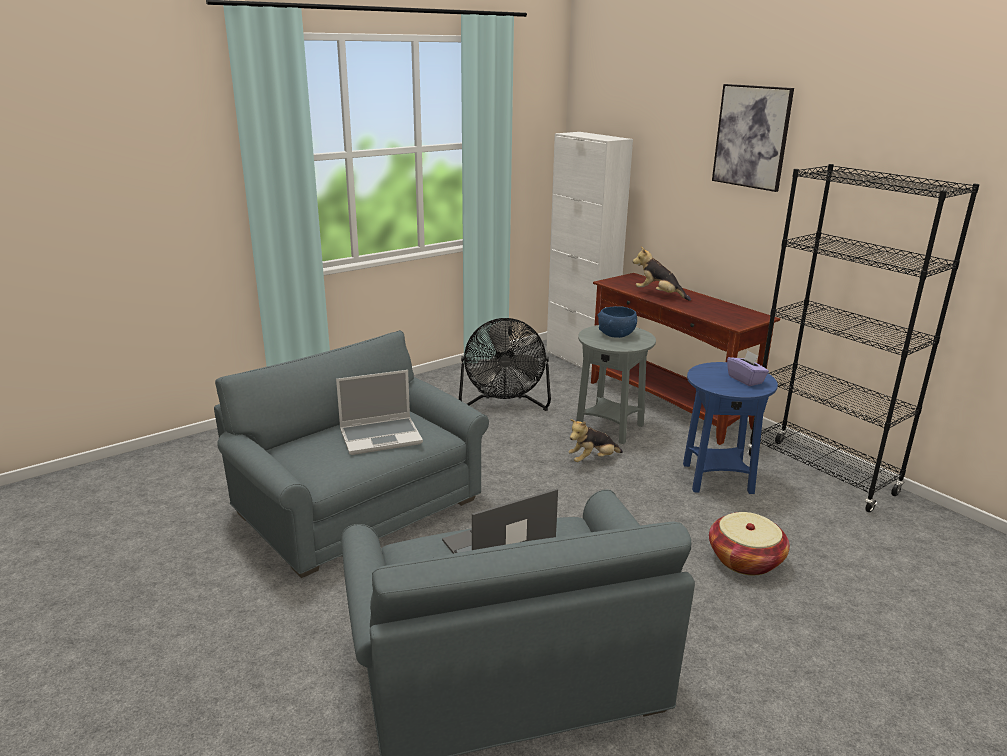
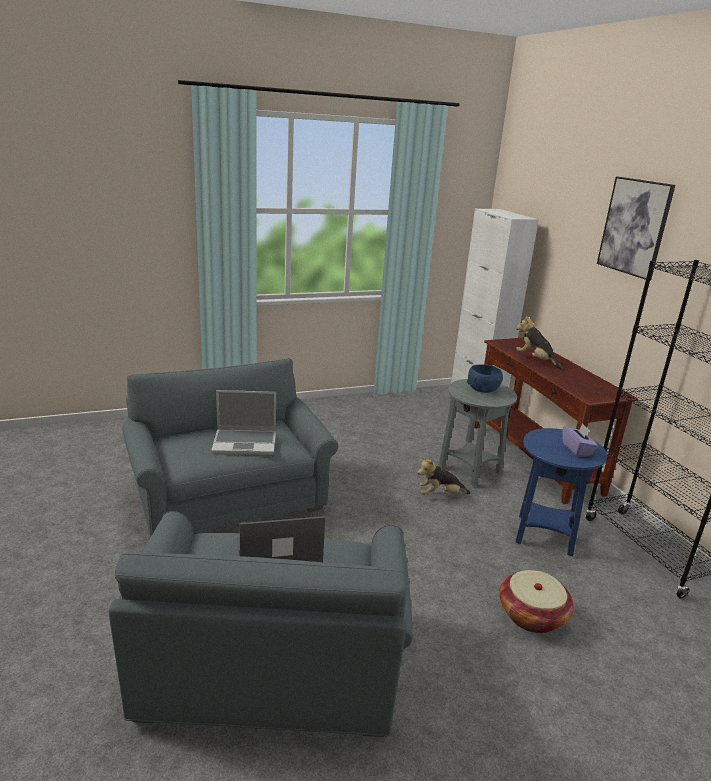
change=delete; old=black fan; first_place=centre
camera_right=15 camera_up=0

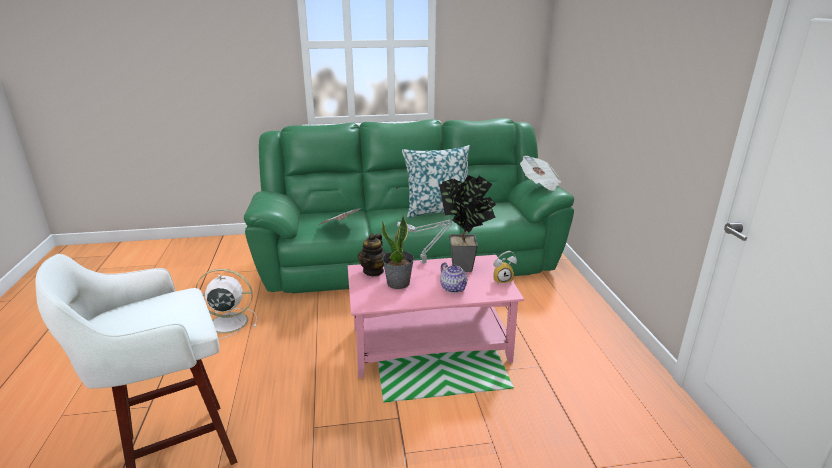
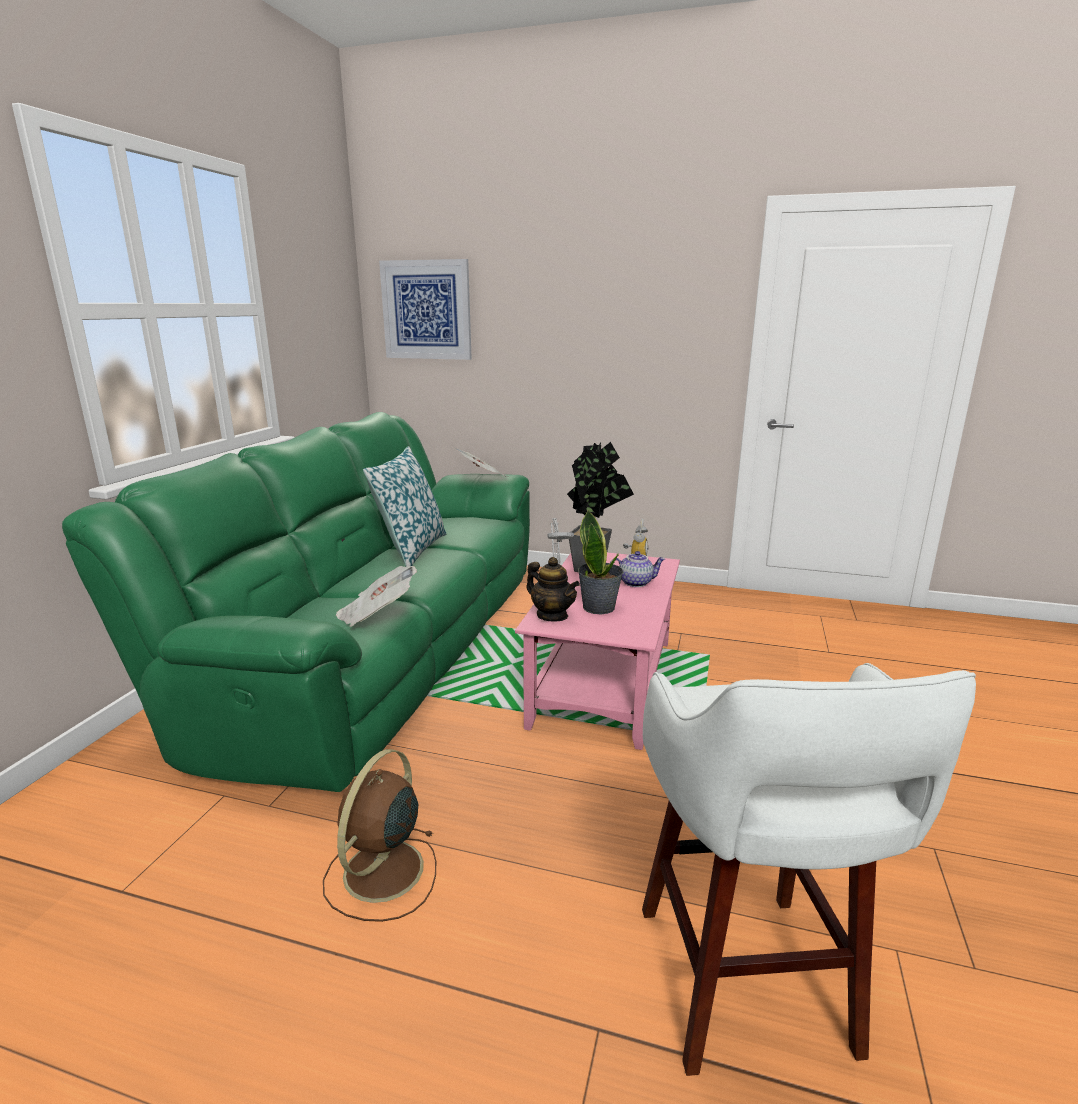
change=recolor; old=white-coloured fan; new=brown-coloured fan; first_place=middle left; second_place=bottom centre
change=insert; new=wall art; second_place=top centre
camera_right=-65 camera_up=-5

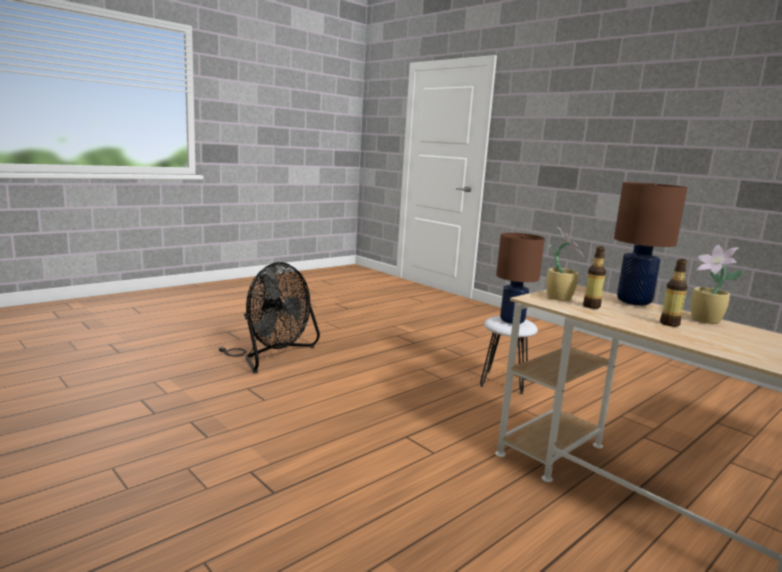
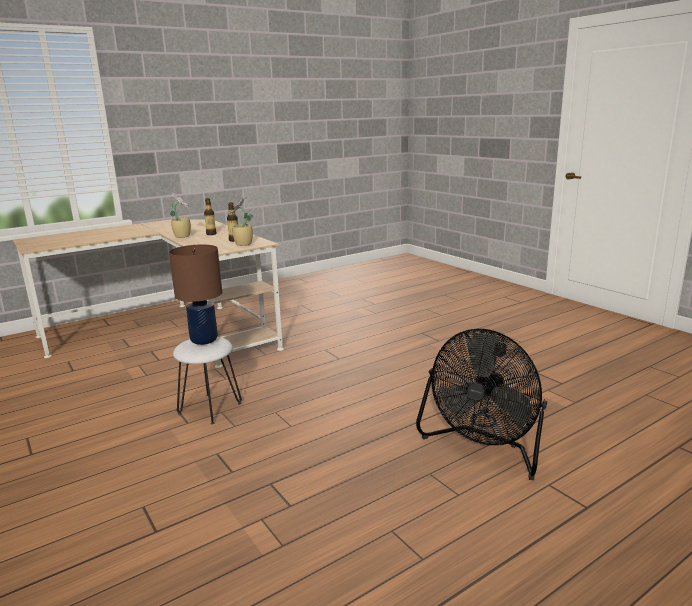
change=rotate; old=black fan; first_place=centre; second_place=bottom right; degrees=-90
change=delete; old=brown-coloured tabletop lamp (2nd from left); first_place=middle right
camera_right=-170 camera_up=5

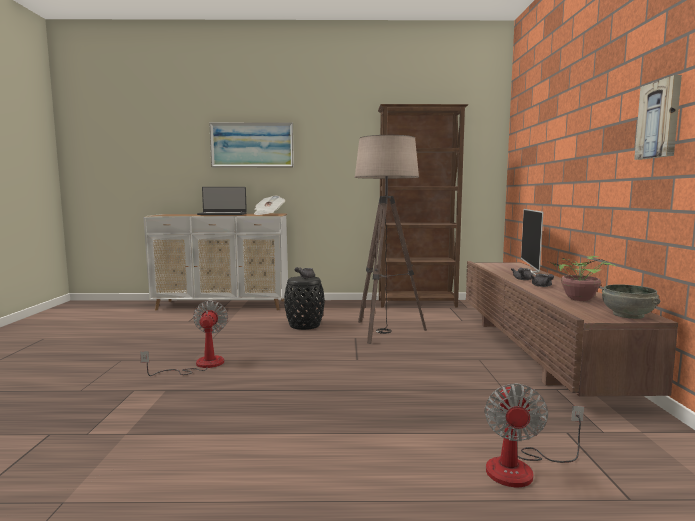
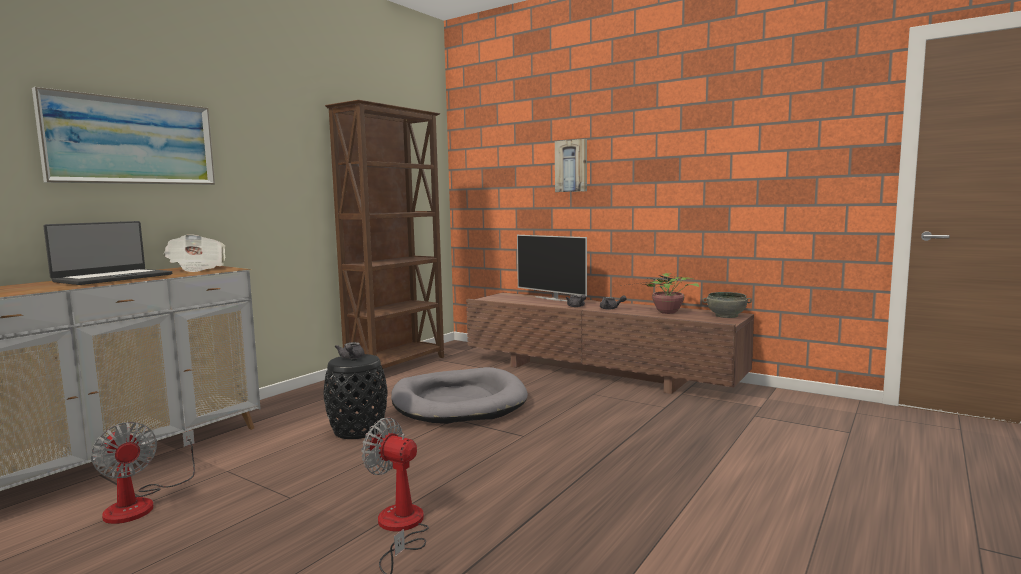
change=replace; old=floor lamp; new=grey dog bed; first_place=centre; second_place=bottom centre
change=move; old=fan (2nd from left in the first image); new=fan (1st from left); first_place=bottom right; second_place=bottom left
change=move; old=wall art (2nd from left); first_place=top right; second_place=top centre
camera_right=-55 camera_up=0

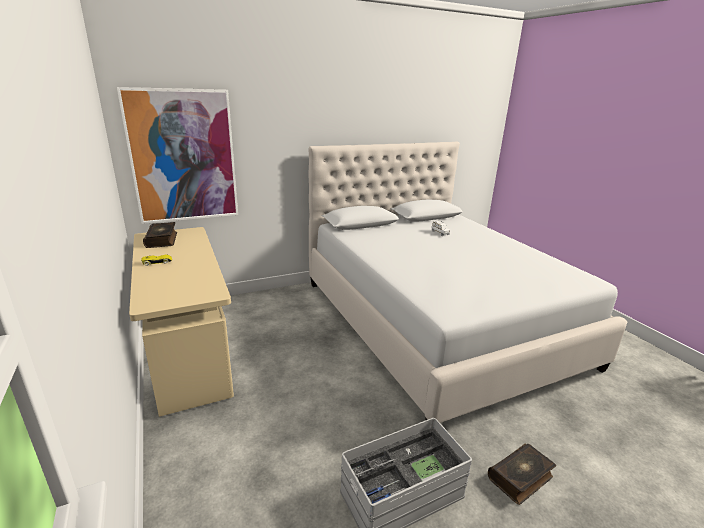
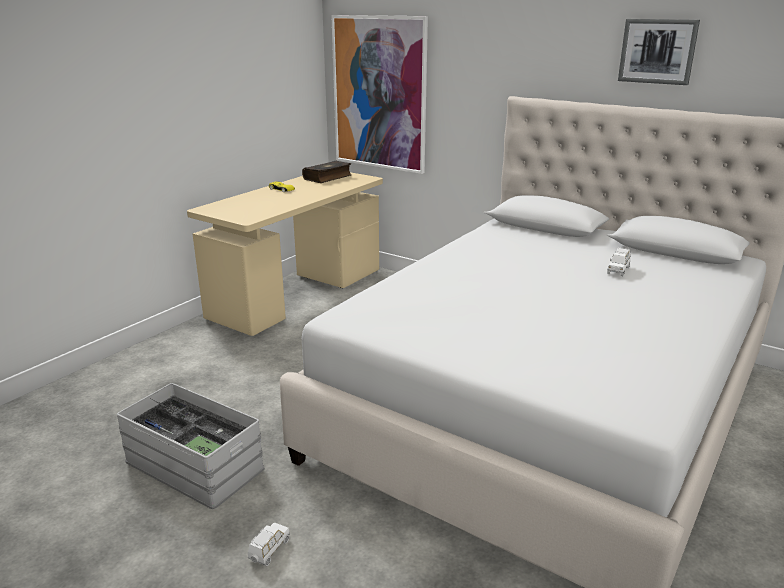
change=replace; old=bound book (2nd from left); new=white-coloured toy car (1st from left); first_place=bottom right; second_place=bottom centre
change=insert; new=wall art (2nd from left); second_place=top right
camera_right=60 camera_up=0

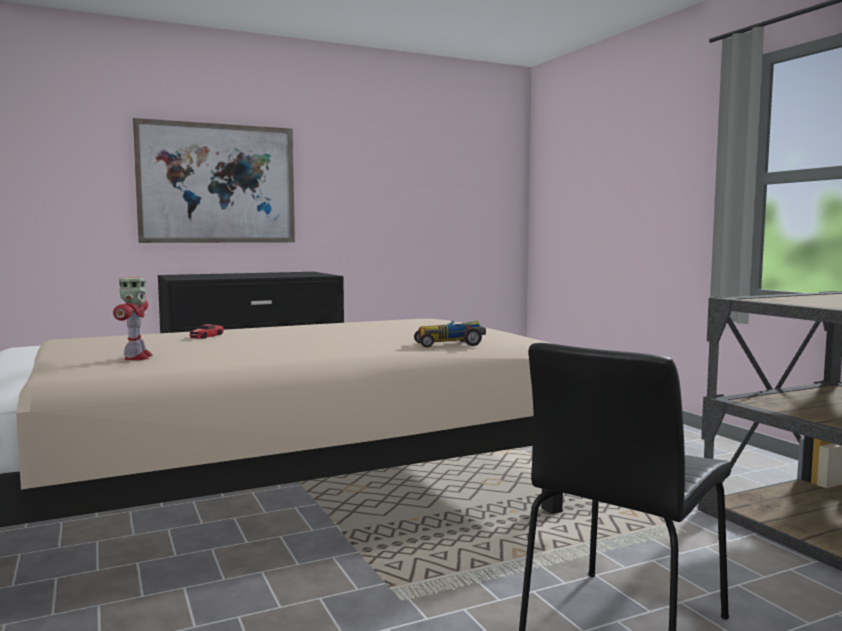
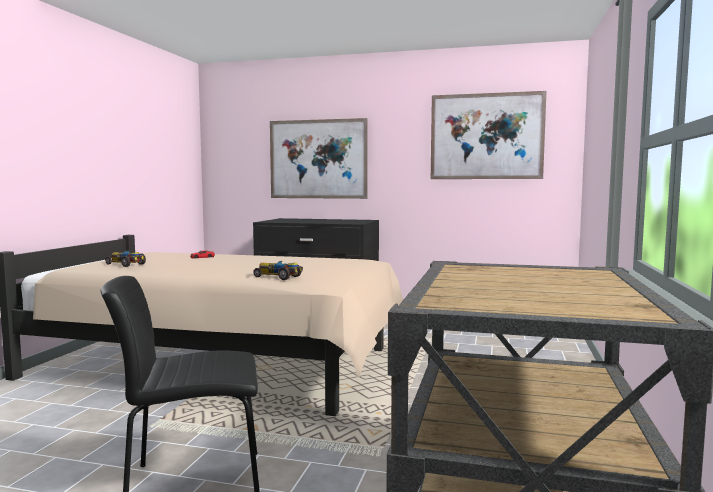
change=replace; old=robot figure; new=toy car (1st from left); first_place=middle left; second_place=middle left
change=insert; new=wall art (2nd from left); second_place=top right
camera_right=40 camera_up=0

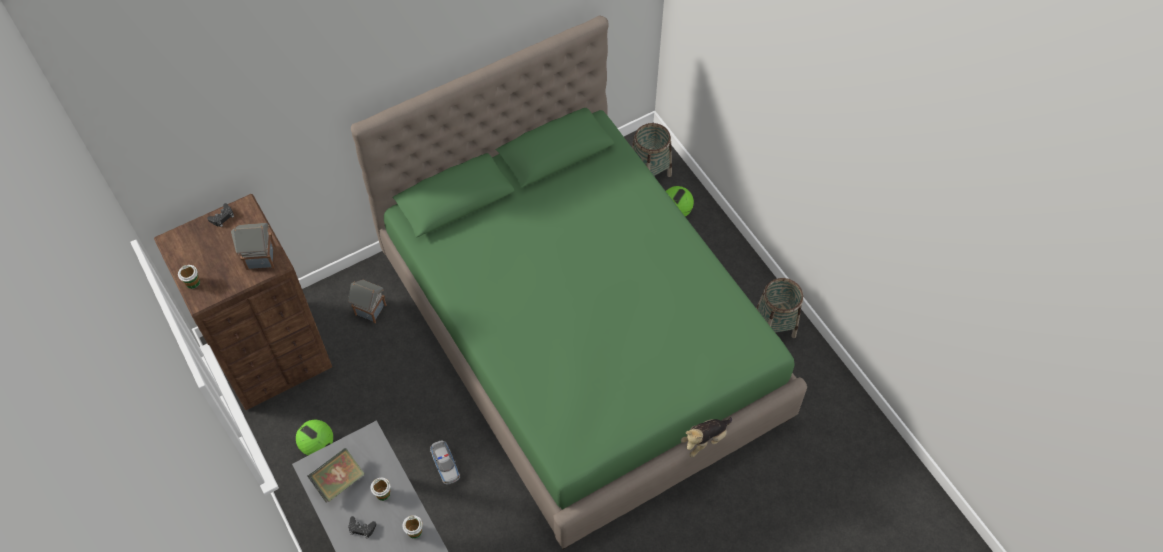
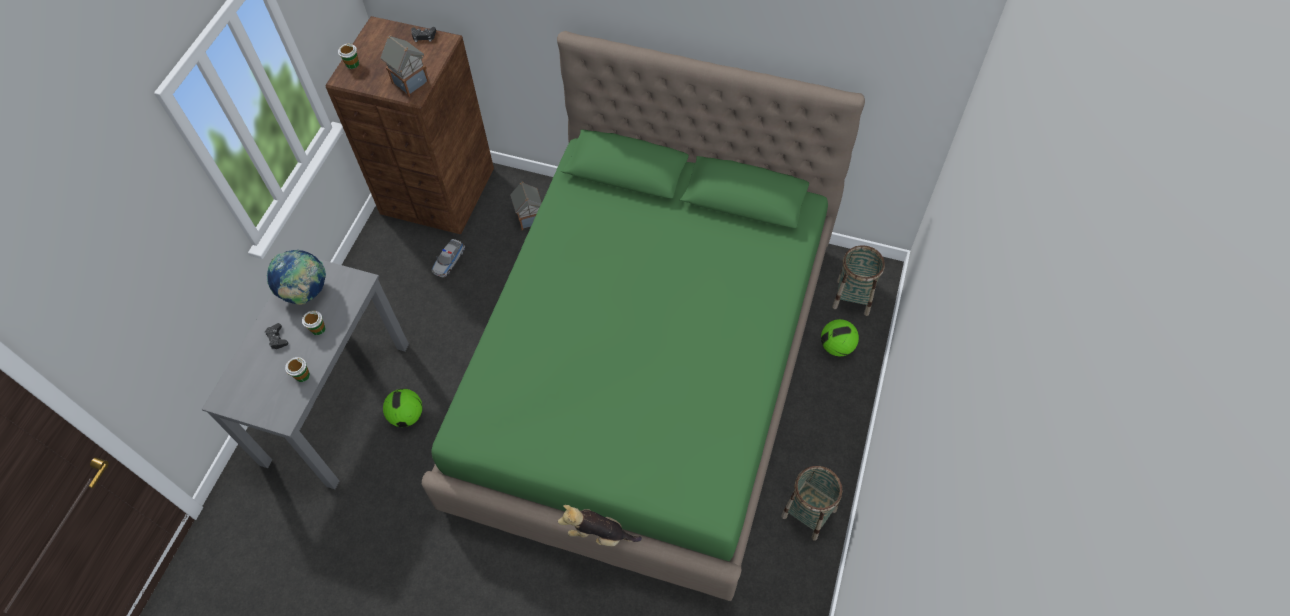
change=move; old=football ball (1st from left); first_place=bottom left; second_place=middle left
change=replace; old=bound book; new=desk globe; first_place=bottom left; second_place=middle left
change=move; old=toy car; first_place=bottom centre; second_place=centre
camera_right=50 camera_up=0

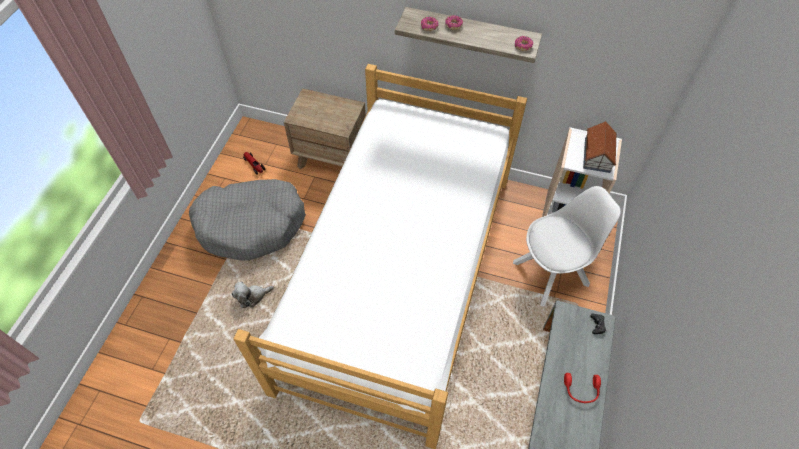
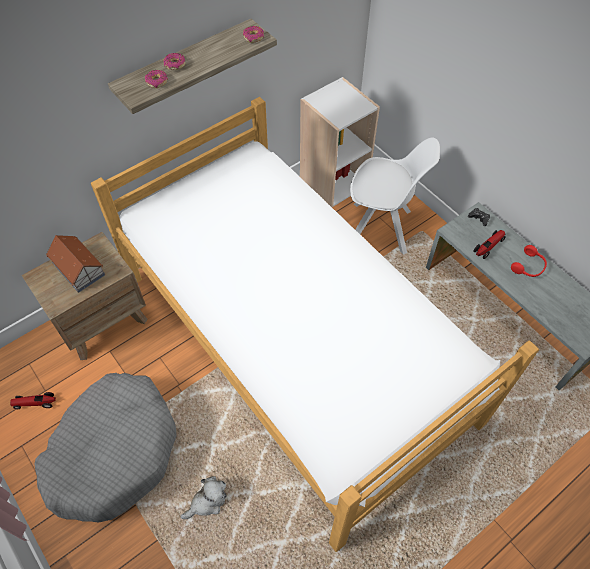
change=rotate; old=cuddly toy; first_place=middle left; second_place=bottom centre; degrees=-135
change=rotate; old=white-coloured plain chair; first_place=middle right; second_place=middle right; degrees=90
change=move; old=toy house; first_place=top right; second_place=middle left
change=insert; new=toy car (2nd from left); second_place=middle right
camera_right=-55 camera_up=0

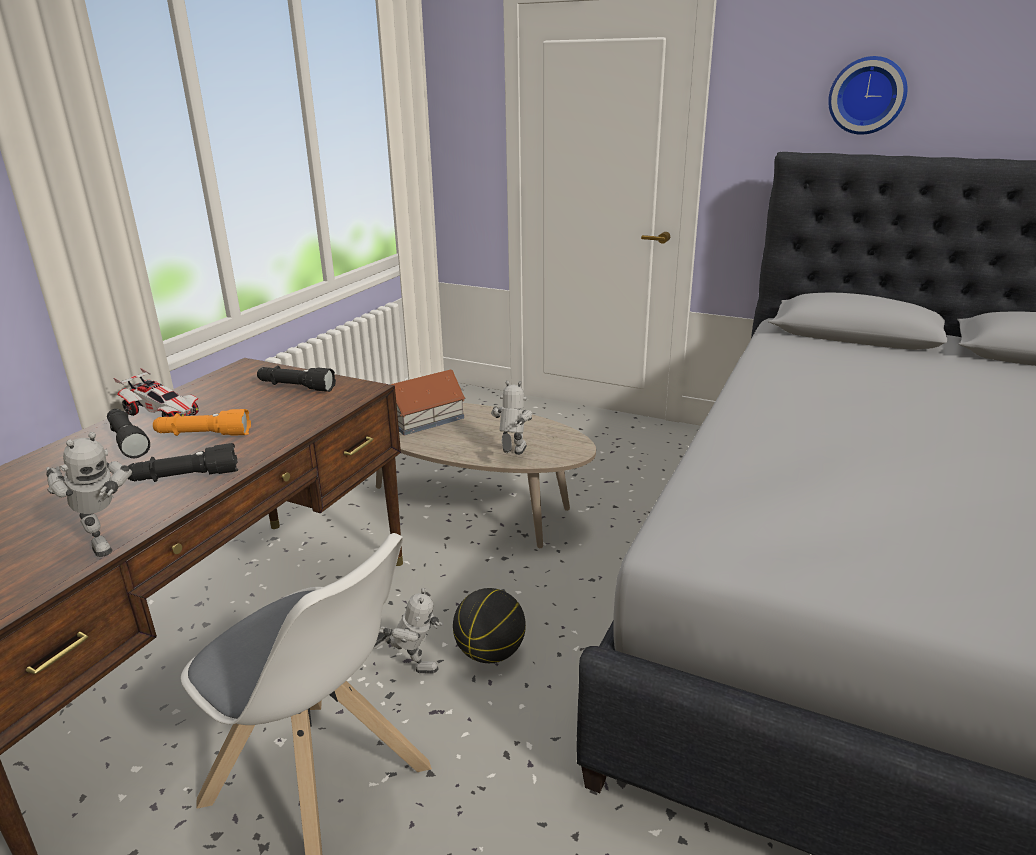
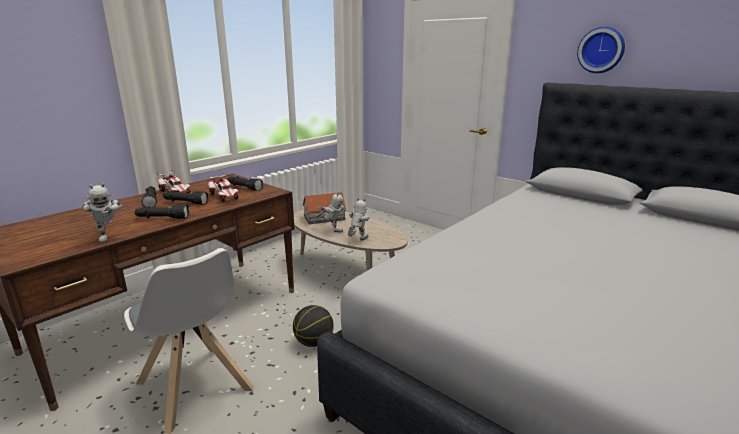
change=recolor; old=orangey flashlight; new=black flashlight (3rd from left); first_place=middle left; second_place=middle left
change=move; old=robot figure (2nd from left); first_place=bottom centre; second_place=centre
change=insert; new=toy car (2nd from left); second_place=middle left
camera_right=15 camera_up=-5

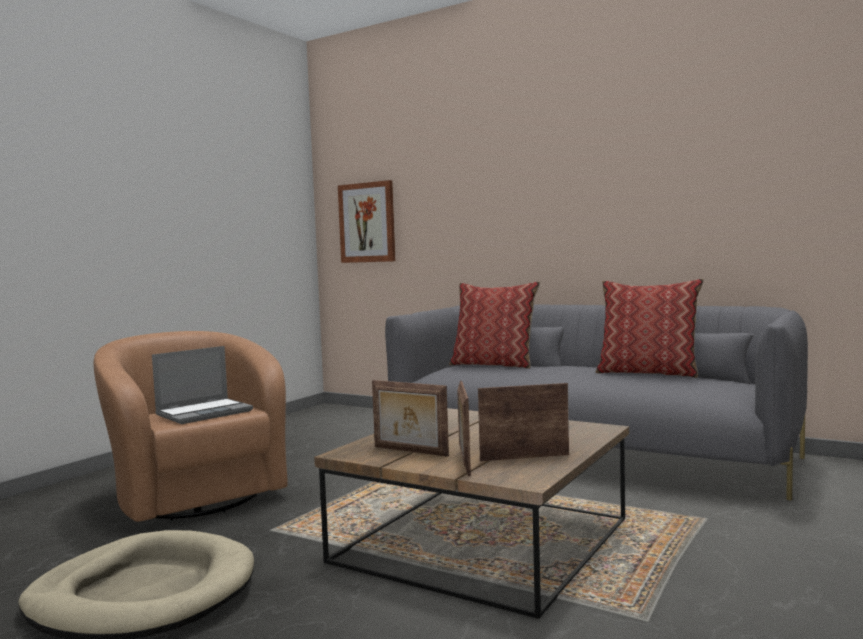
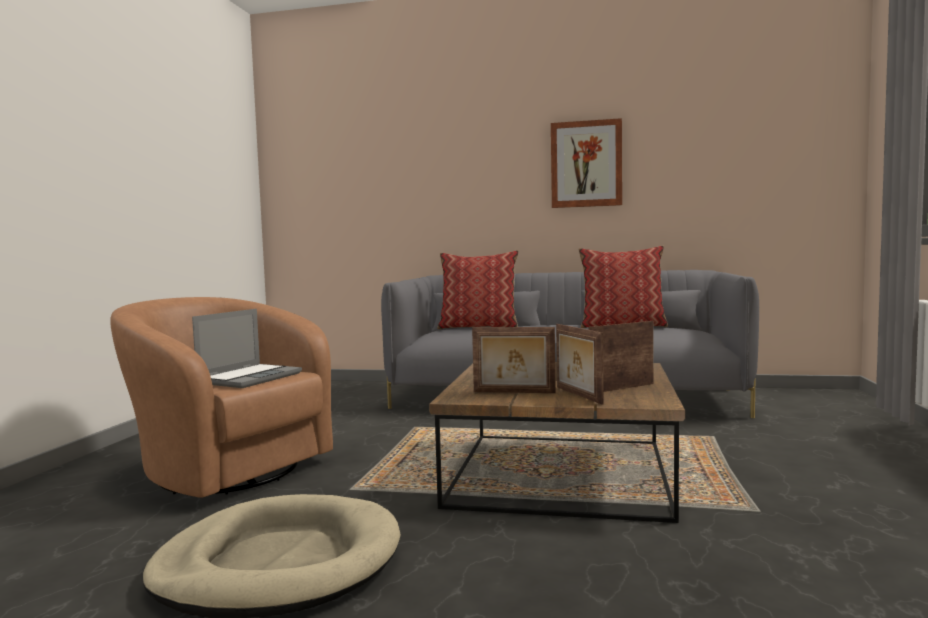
change=move; old=wall art; first_place=centre; second_place=top centre
camera_right=-20 camera_up=0

